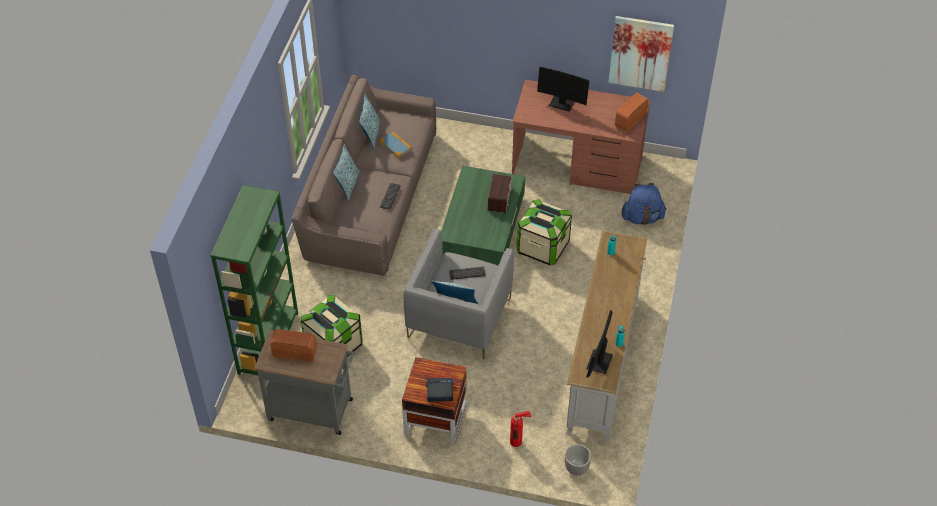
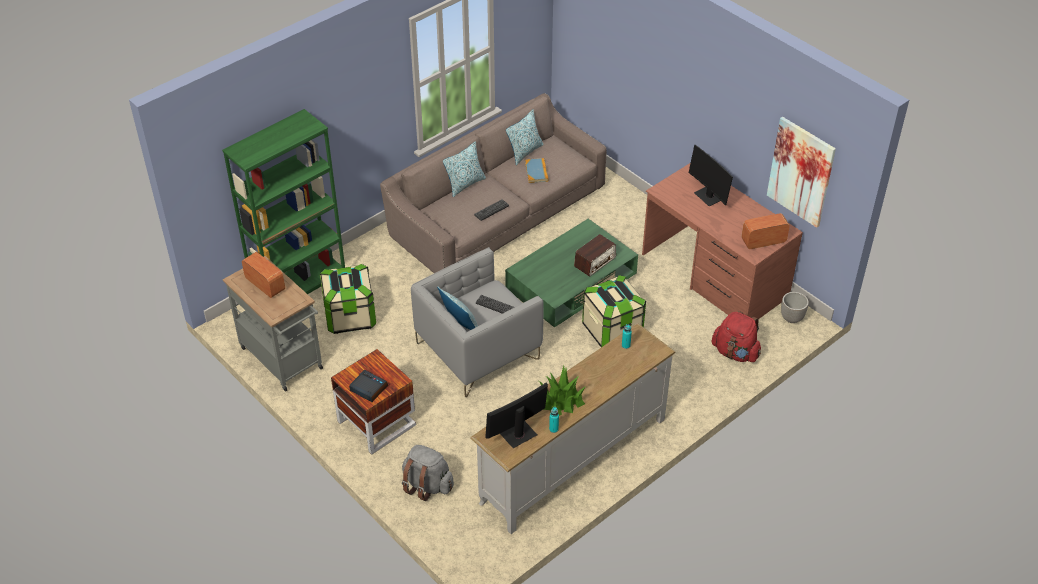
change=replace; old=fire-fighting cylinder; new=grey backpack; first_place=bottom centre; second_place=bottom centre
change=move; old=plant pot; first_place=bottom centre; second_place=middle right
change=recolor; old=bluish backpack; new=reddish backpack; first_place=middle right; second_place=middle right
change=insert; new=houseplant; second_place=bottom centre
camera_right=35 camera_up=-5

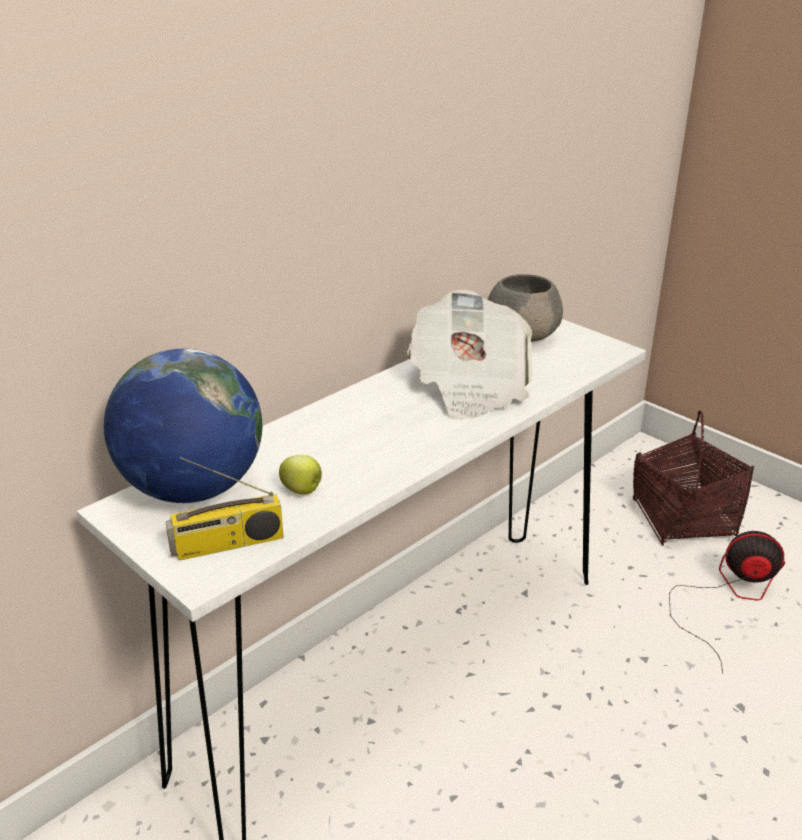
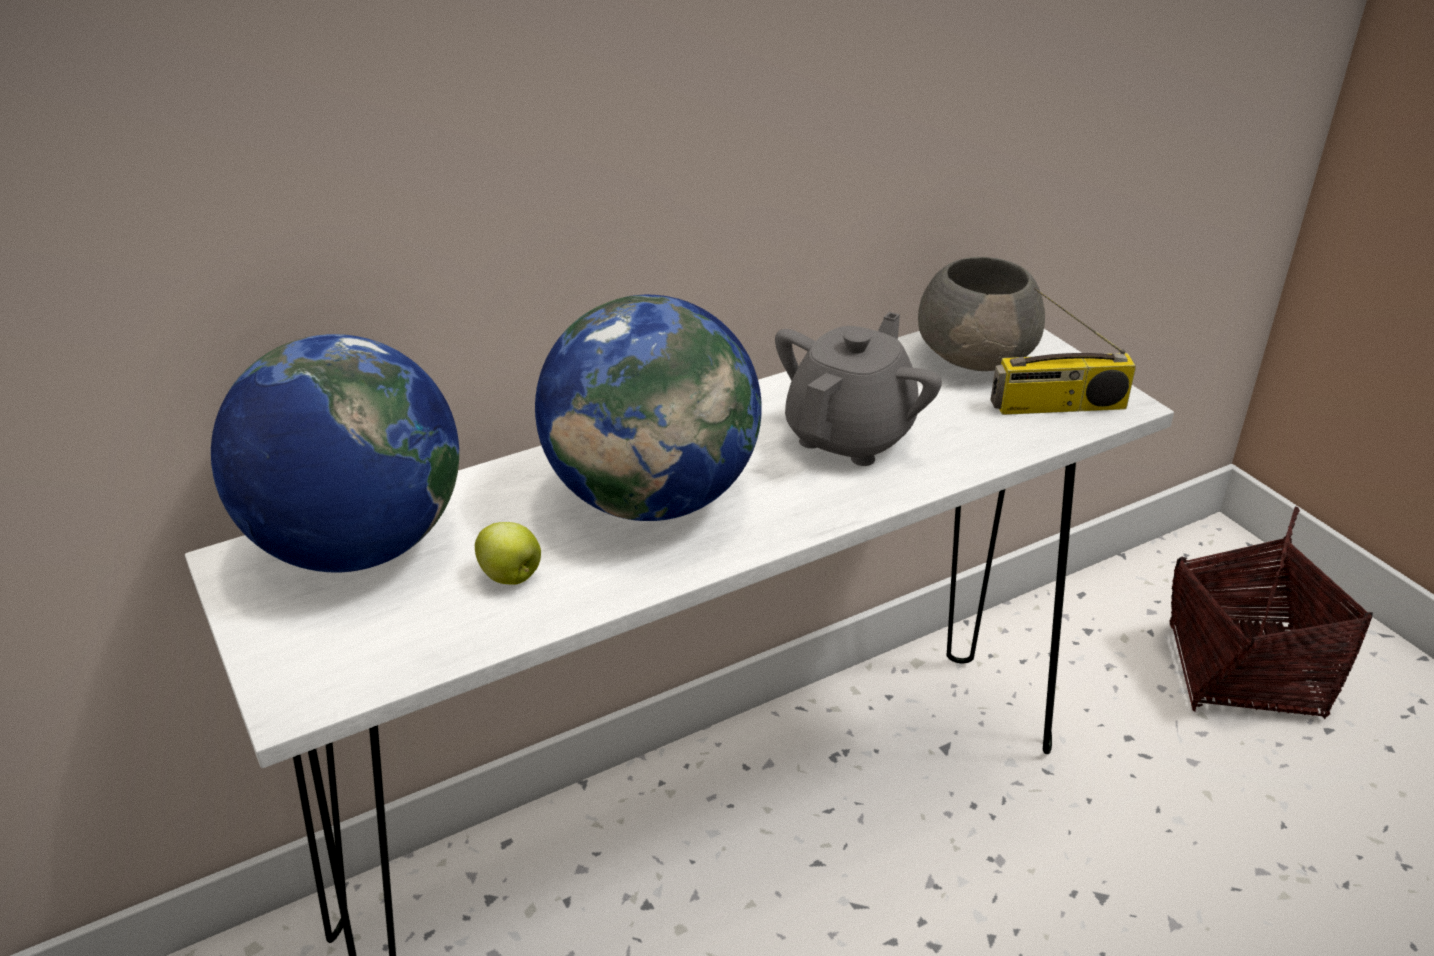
change=move; old=radio; first_place=middle left; second_place=middle right
change=replace; old=newspaper; new=grey teapot; first_place=centre; second_place=centre
change=delete; old=fan; first_place=bottom right
change=insert; new=desk globe (2nd from left); second_place=centre
camera_right=15 camera_up=5

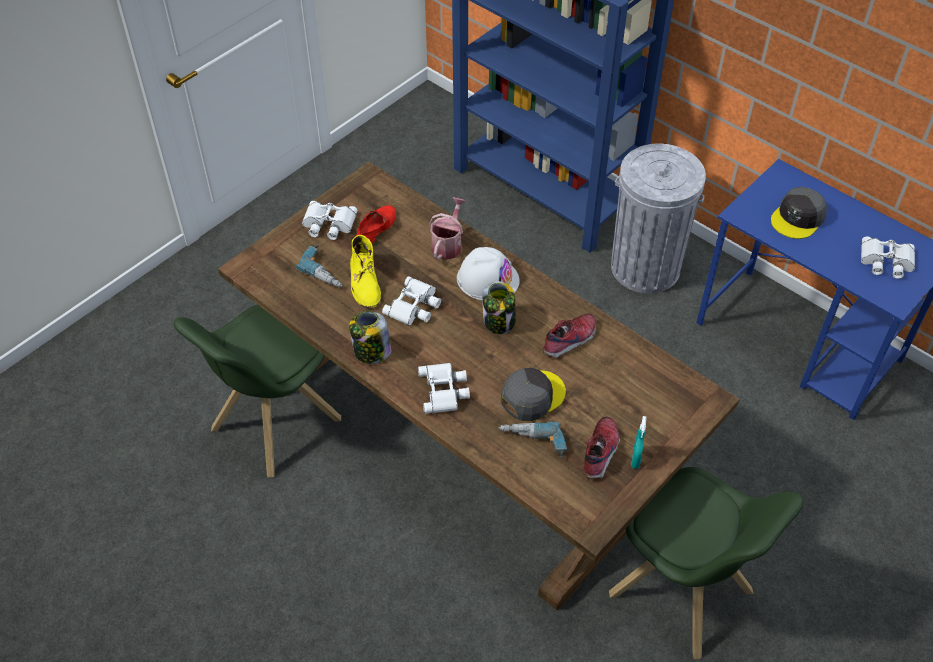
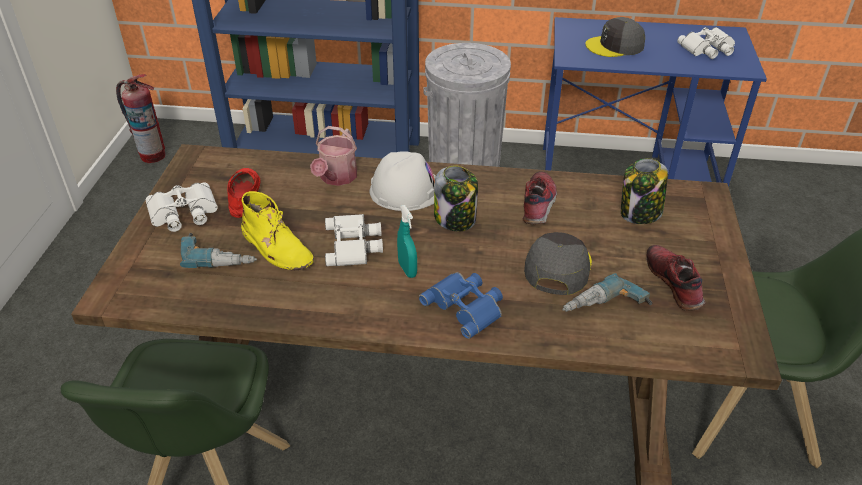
change=move; old=jar (1st from left in the first image); new=jar (2nd from left); first_place=centre; second_place=middle right
change=recolor; old=white-coloured binoculars (3rd from left); new=bluish binoculars; first_place=centre; second_place=centre
change=rotate; old=sprinkling can; first_place=centre; second_place=top centre; degrees=-150
change=move; old=blue-green hand sprayer; first_place=bottom right; second_place=centre
change=rotate; old=grey baseball cap (2nd from left); first_place=top right; second_place=top right; degrees=75
change=insert; new=fire-fighting cylinder; second_place=top left
camera_right=-35 camera_up=-10

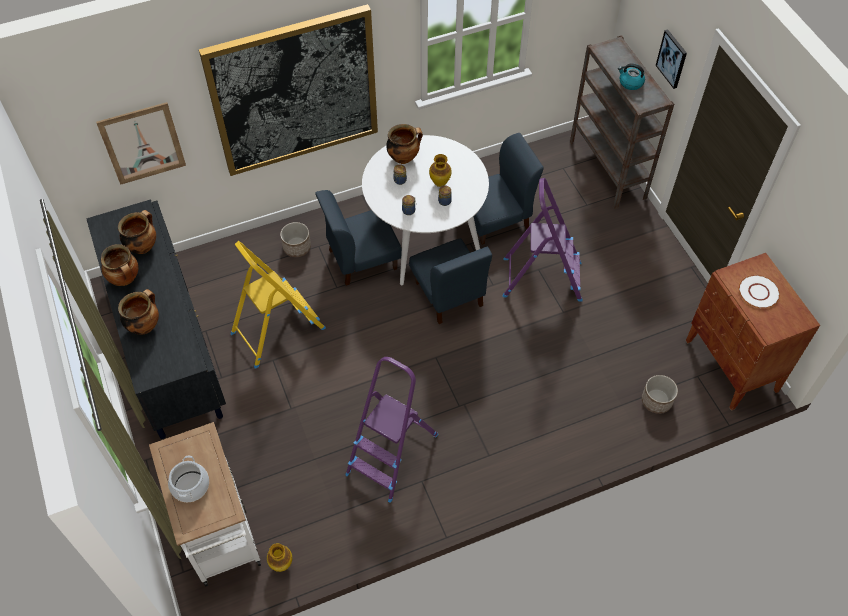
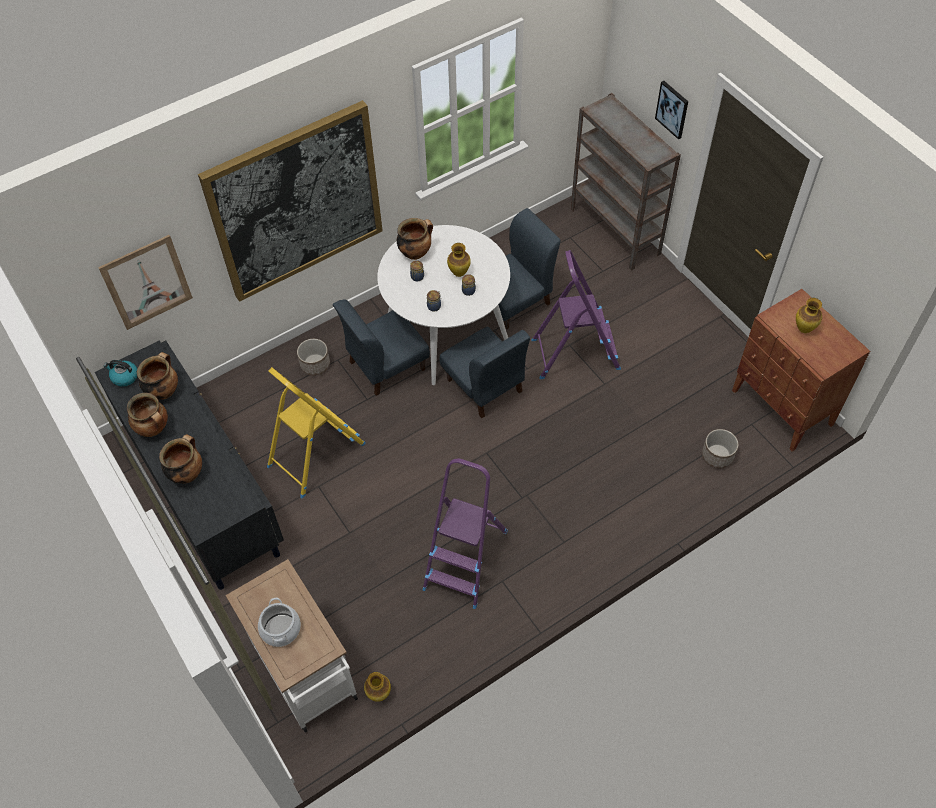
change=move; old=tea kettle; first_place=top right; second_place=middle left
change=replace; old=white-coloured dinner plate; new=decorative vase (3rd from left); first_place=middle right; second_place=middle right
camera_right=-10 camera_up=0

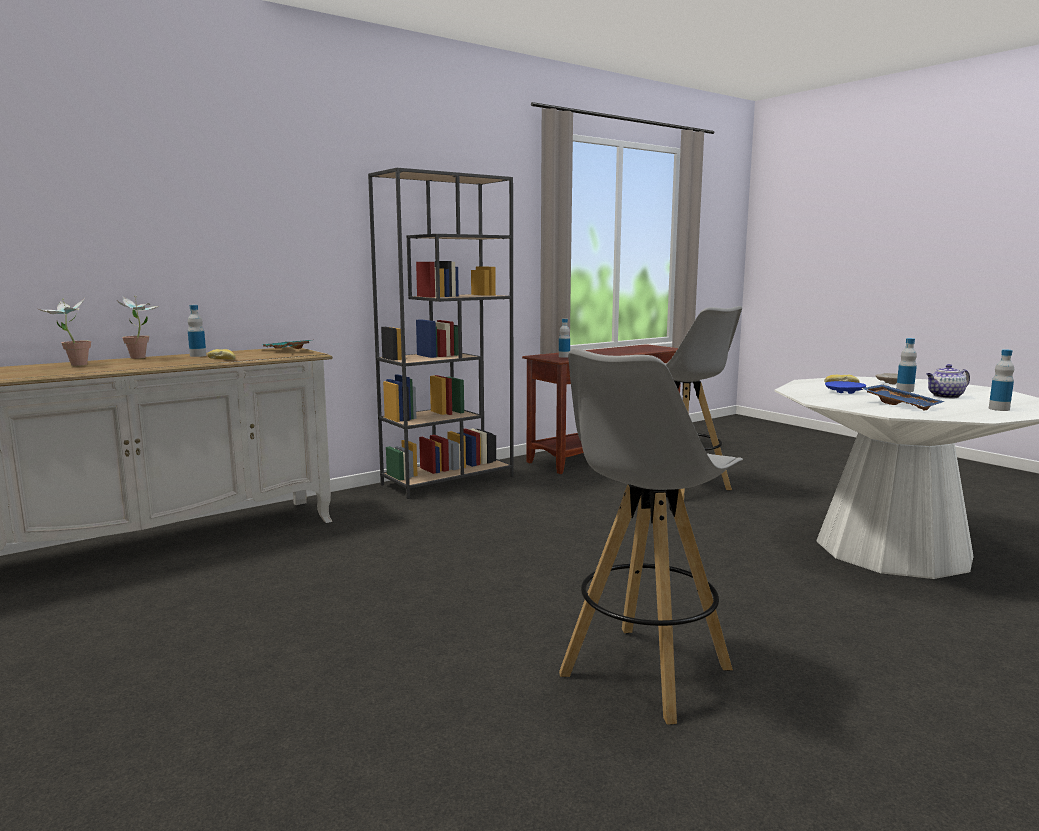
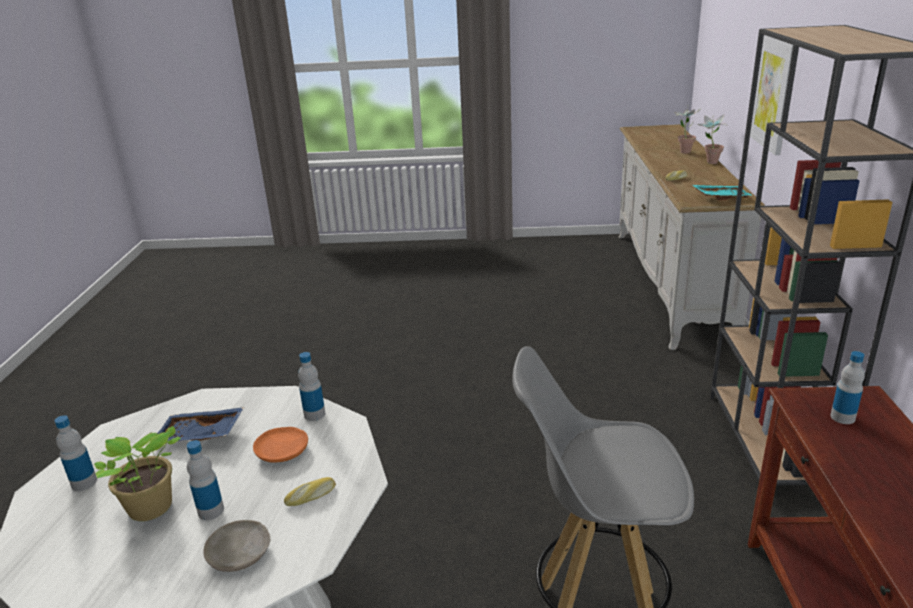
change=move; old=drink bottle (1st from left in the first image); new=drink bottle (3rd from left); first_place=middle left; second_place=centre
change=delete; old=grey sitting stool (1st from left); first_place=centre
change=recolor; old=bluish dinner plate; new=orangey dinner plate; first_place=middle right; second_place=bottom left
change=replace; old=teapot; new=houseplant (1st from left); first_place=middle right; second_place=bottom left
change=insert; new=wall art; second_place=top right
camera_right=130 camera_up=15

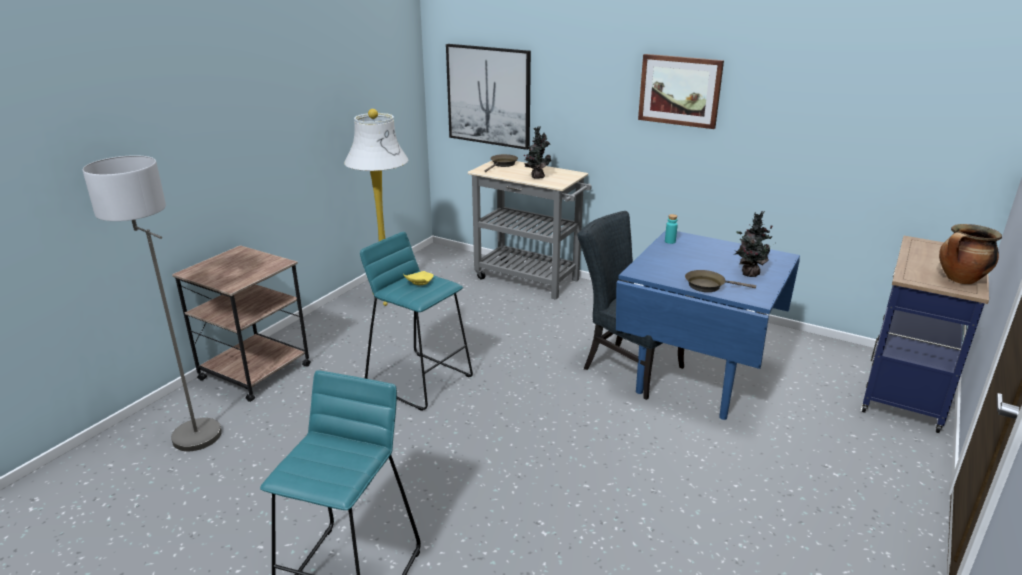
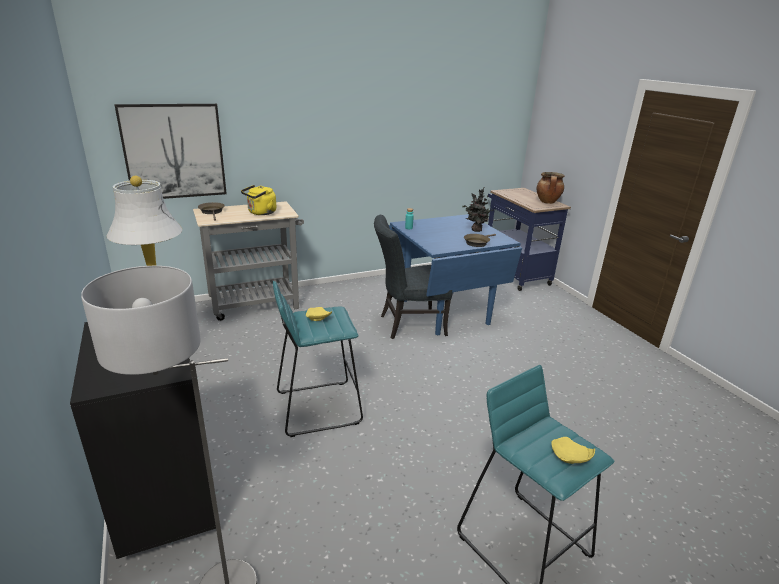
change=replace; old=brown-coloured cart; new=black cabinet; first_place=middle left; second_place=bottom left
change=replace; old=houseplant (1st from left); new=yellow tea kettle; first_place=top centre; second_place=middle left
change=delete; old=wall art (2nd from left); first_place=top centre
change=insert; new=yellow dinner plate (2nd from left); second_place=bottom right
camera_right=-55 camera_up=0

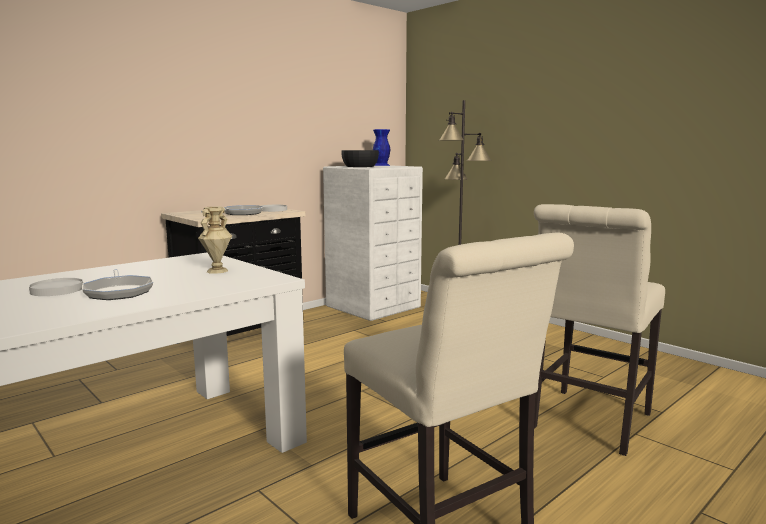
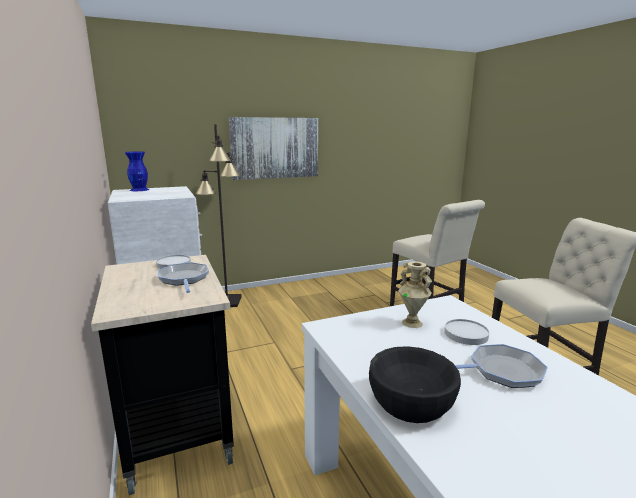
change=move; old=white-coloured dinner plate (1st from left in the first image); new=white-coloured dinner plate (2nd from left); first_place=middle left; second_place=bottom right
change=move; old=black deep dish; first_place=top centre; second_place=bottom centre
change=insert; new=wall art; second_place=top centre
camera_right=-70 camera_up=5

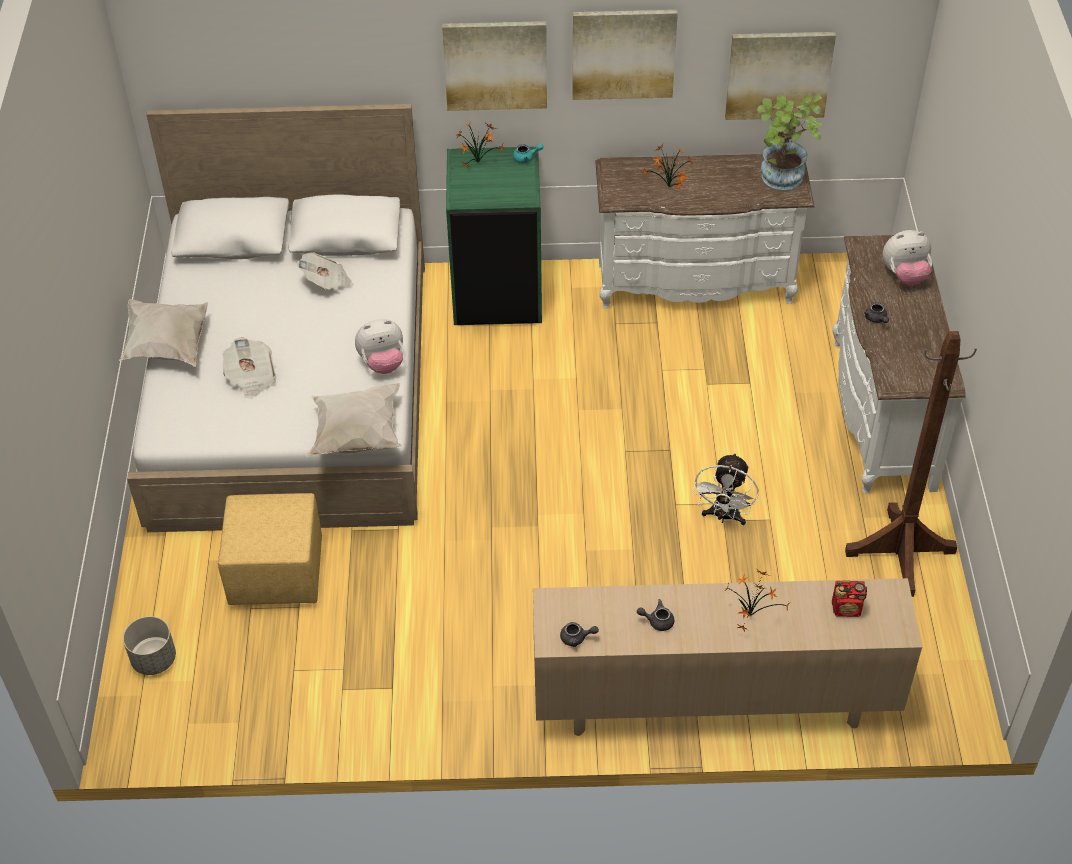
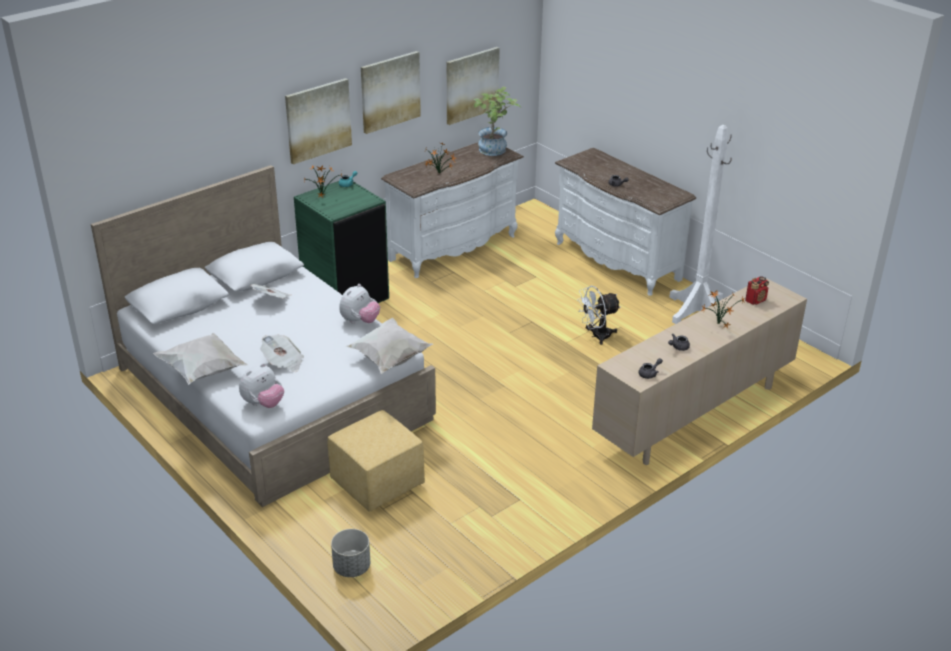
change=rotate; old=white-coloured fan; first_place=middle right; second_place=centre; degrees=90
change=recolor; old=brown-coloured garment stand; new=white-coloured garment stand; first_place=middle right; second_place=middle right
change=move; old=cuddly toy (2nd from left in the first image); new=cuddly toy (1st from left); first_place=top right; second_place=middle left
camera_right=-40 camera_up=-15

